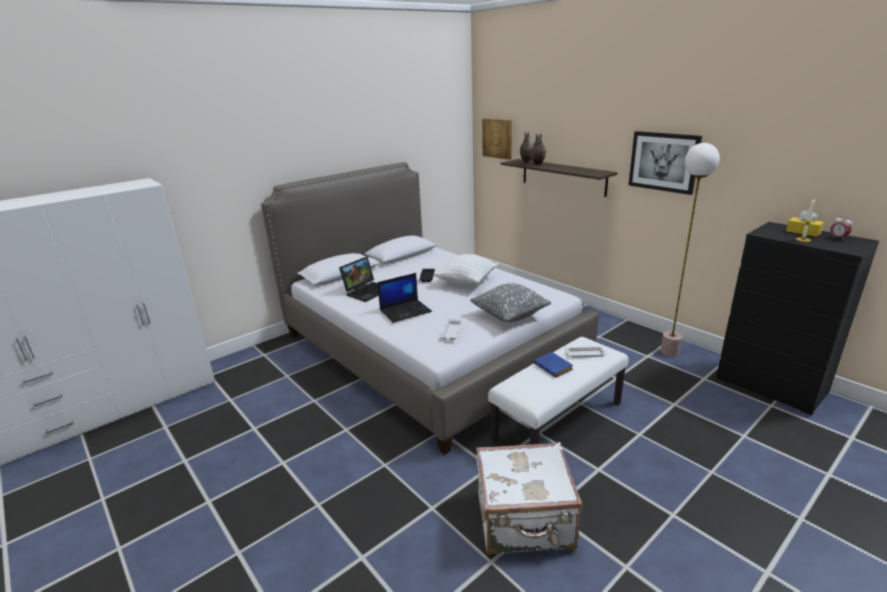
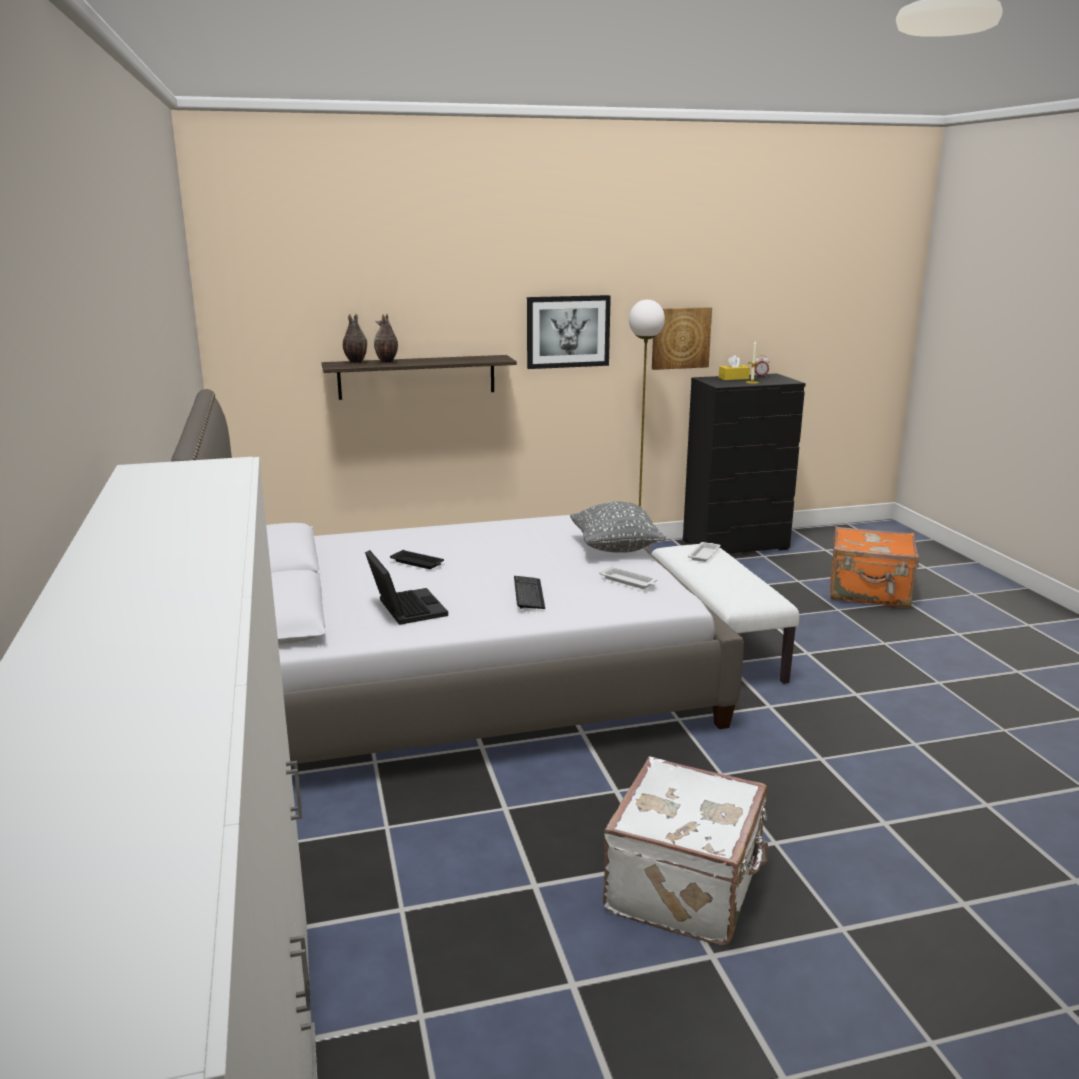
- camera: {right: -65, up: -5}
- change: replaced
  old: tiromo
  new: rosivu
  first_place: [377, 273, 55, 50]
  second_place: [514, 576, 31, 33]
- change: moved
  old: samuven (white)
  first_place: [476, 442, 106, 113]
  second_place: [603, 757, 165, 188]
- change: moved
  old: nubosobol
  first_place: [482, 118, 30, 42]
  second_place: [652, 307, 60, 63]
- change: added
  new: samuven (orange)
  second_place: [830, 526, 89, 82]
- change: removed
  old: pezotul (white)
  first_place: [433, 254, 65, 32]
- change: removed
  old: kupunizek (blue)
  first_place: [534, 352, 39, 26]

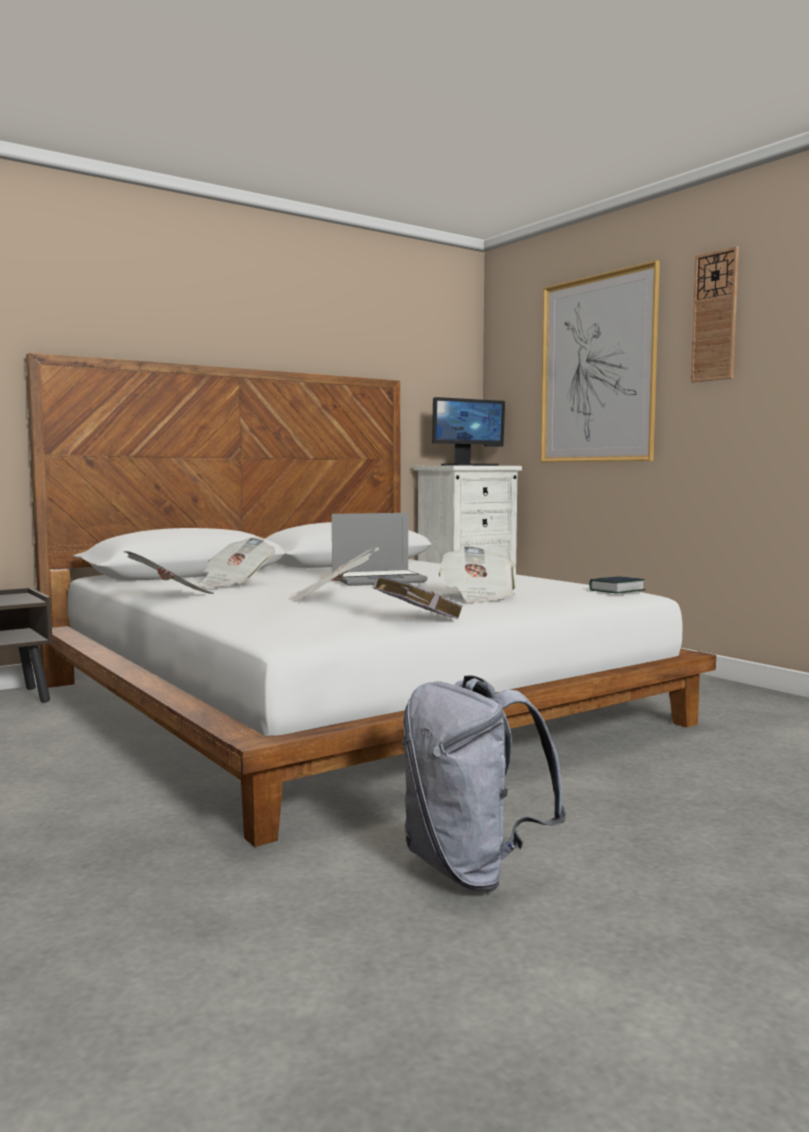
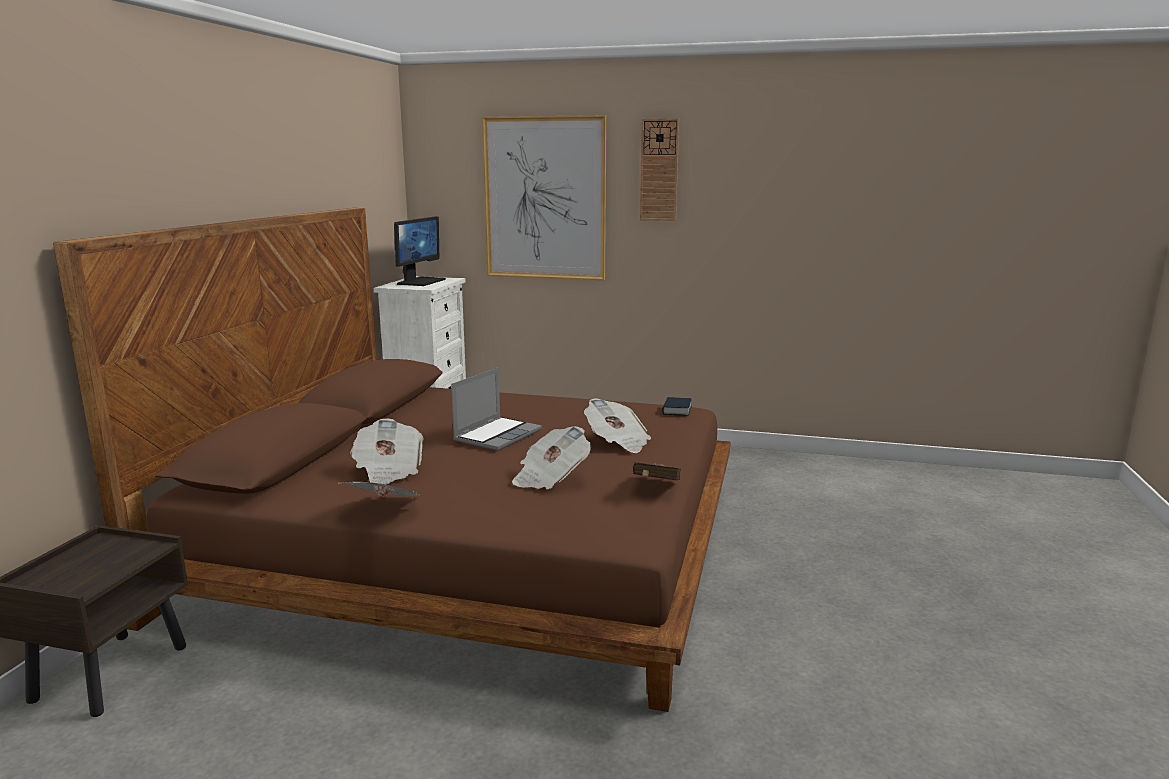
- camera: {right: -40, up: 10}
- change: recoloured
  old: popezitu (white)
  new: popezitu (brown)
  first_place: [26, 353, 690, 494]
  second_place: [53, 207, 678, 505]
- change: recoloured
  old: kupunizek (grey)
  new: kupunizek (red)
  first_place: [373, 576, 90, 43]
  second_place: [633, 462, 48, 18]
- change: removed
  old: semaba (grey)
  first_place: [402, 676, 165, 215]

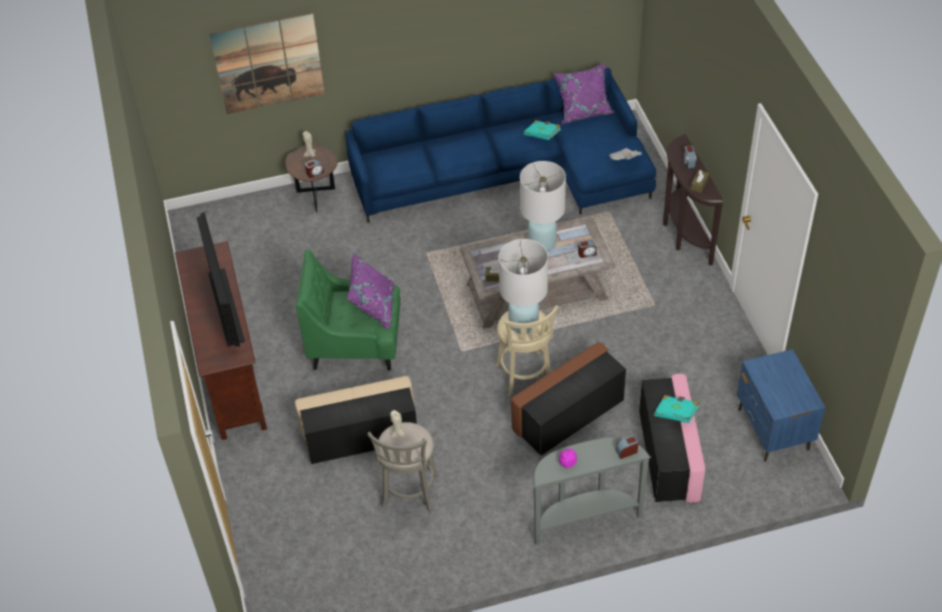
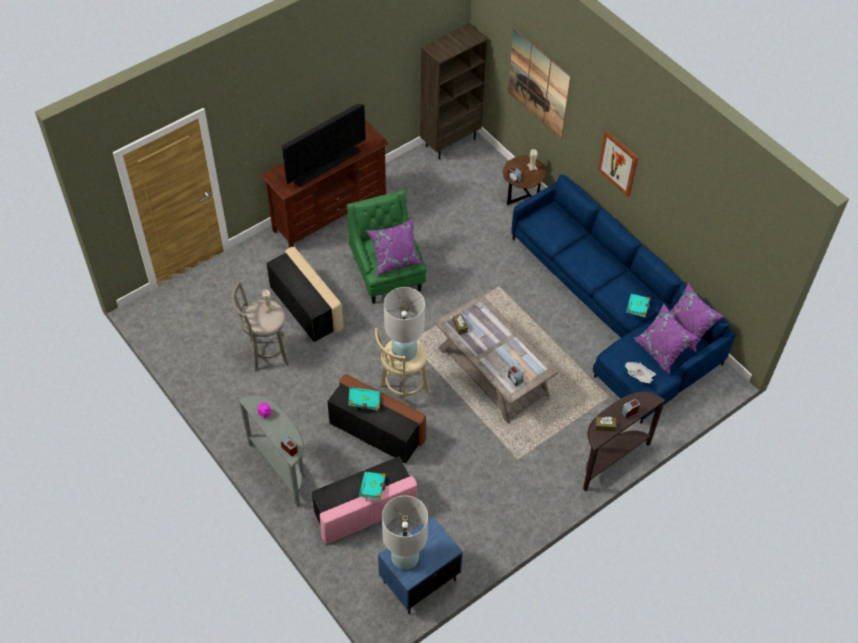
- camera: {right: 65, up: 5}
- change: added
  new: kupunizek (turquoise)
  second_place: [349, 386, 31, 25]
- change: moved
  old: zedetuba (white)
  first_place: [520, 161, 46, 90]
  second_place: [382, 496, 46, 74]
- change: added
  new: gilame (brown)
  second_place: [420, 23, 68, 136]
- change: added
  new: nubosobol
  second_place: [598, 131, 40, 66]
- change: added
  new: pezotul (purple)
  second_place: [634, 303, 65, 71]

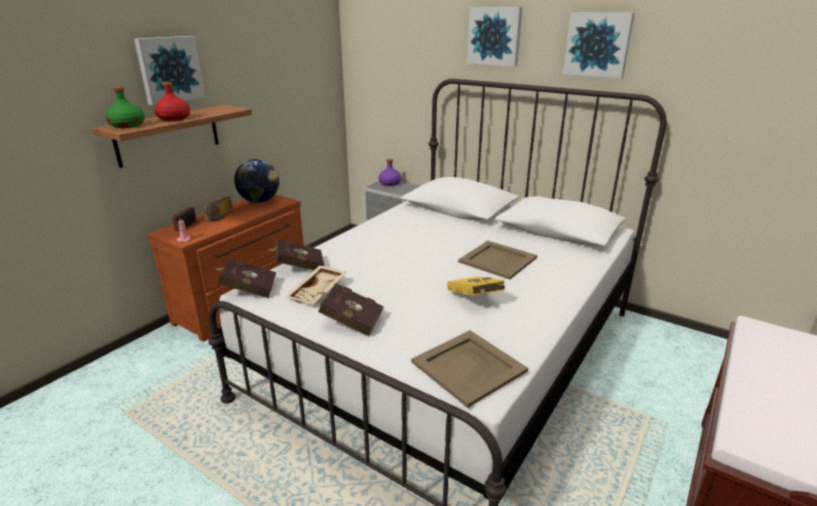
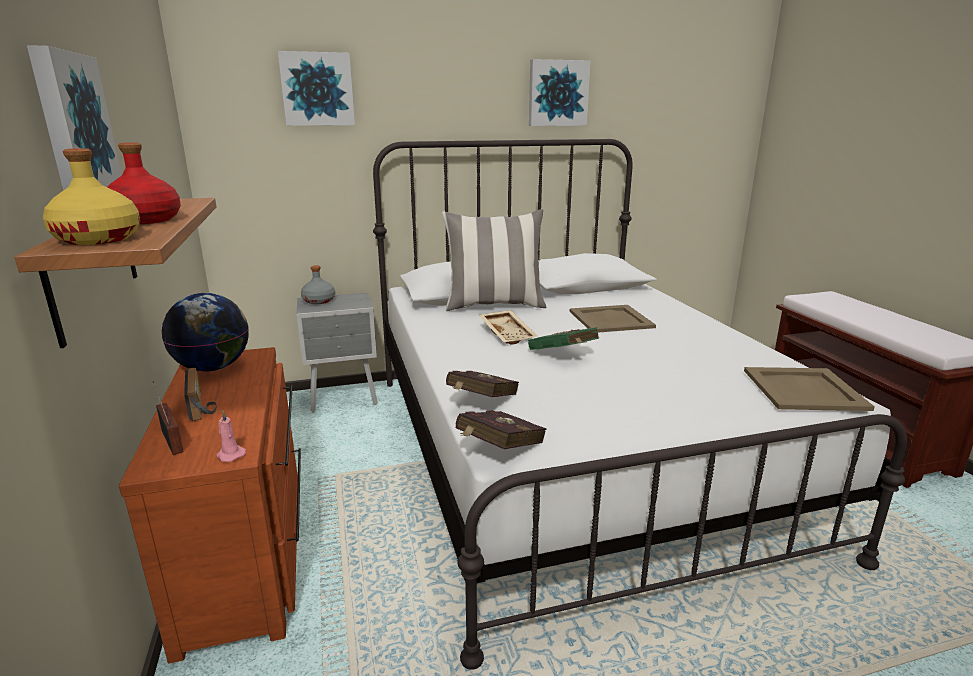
- camera: {right: -50, up: -5}
- change: recoloured
  old: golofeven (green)
  new: golofeven (yellow)
  first_place: [105, 86, 40, 42]
  second_place: [43, 148, 97, 97]
- change: moved
  old: nubosobol
  first_place: [467, 7, 55, 60]
  second_place: [278, 51, 77, 75]
- change: recoloured
  old: golofeven (purple)
  new: golofeven (grey)
  first_place: [379, 159, 22, 27]
  second_place: [301, 265, 34, 39]
- change: added
  new: pezotul
  second_place: [442, 209, 104, 102]
- change: moved
  old: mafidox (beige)
  first_place: [285, 265, 61, 39]
  second_place: [479, 310, 59, 35]
- change: added
  new: kupunizek (green)
  second_place: [528, 327, 71, 23]
- change: removed
  old: kupunizek (red)
  first_place: [318, 283, 66, 53]
- change: removed
  old: kupunizek (yellow)
  first_place: [447, 276, 58, 19]

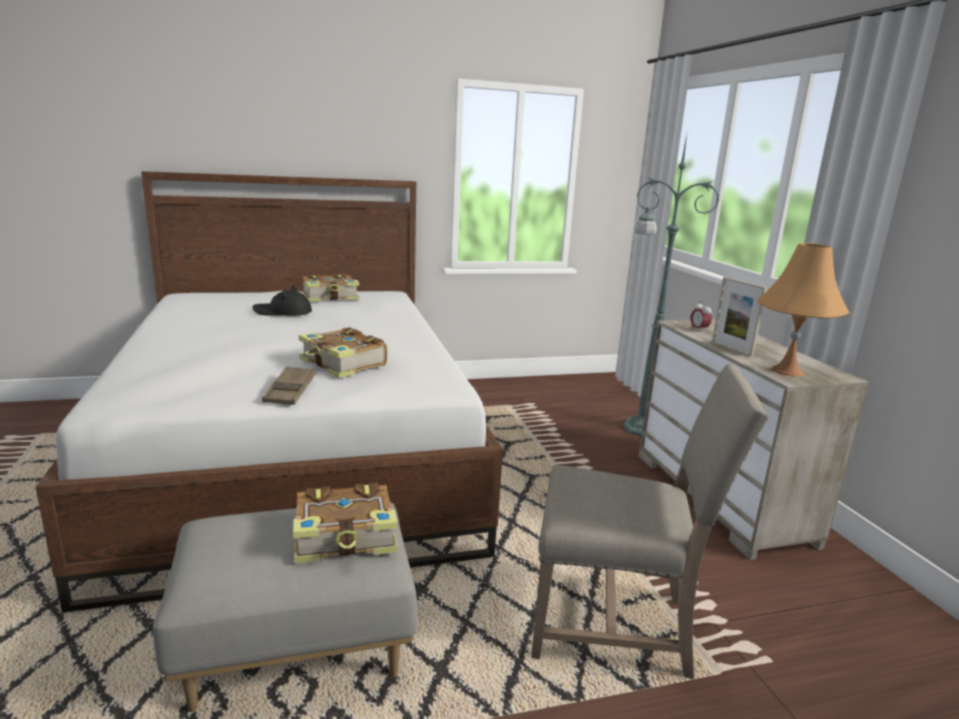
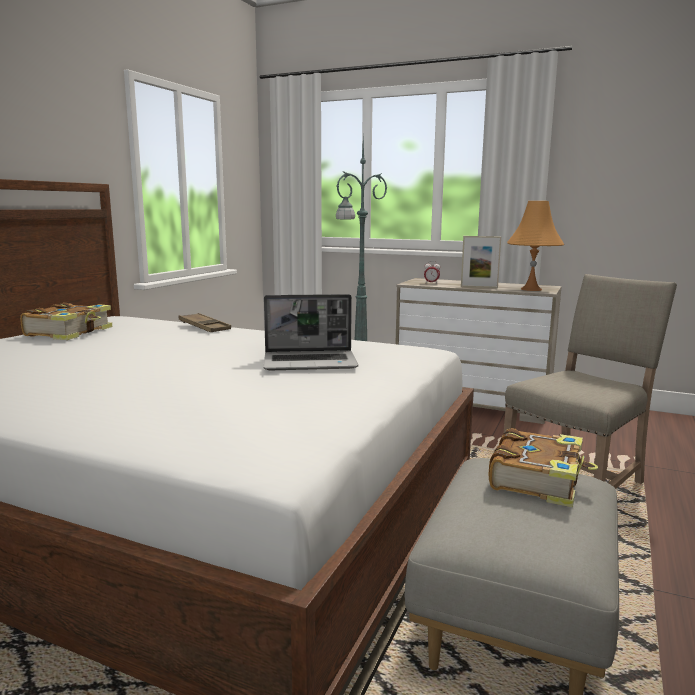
- camera: {right: -50, up: -5}
- change: moved
  old: mafidox (brown)
  first_place: [262, 366, 54, 39]
  second_place: [179, 313, 52, 19]
- change: replaced
  old: kupunizek
  new: tiromo
  first_place: [299, 327, 88, 51]
  second_place: [264, 294, 94, 76]
- change: removed
  old: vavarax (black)
  first_place: [252, 285, 60, 31]

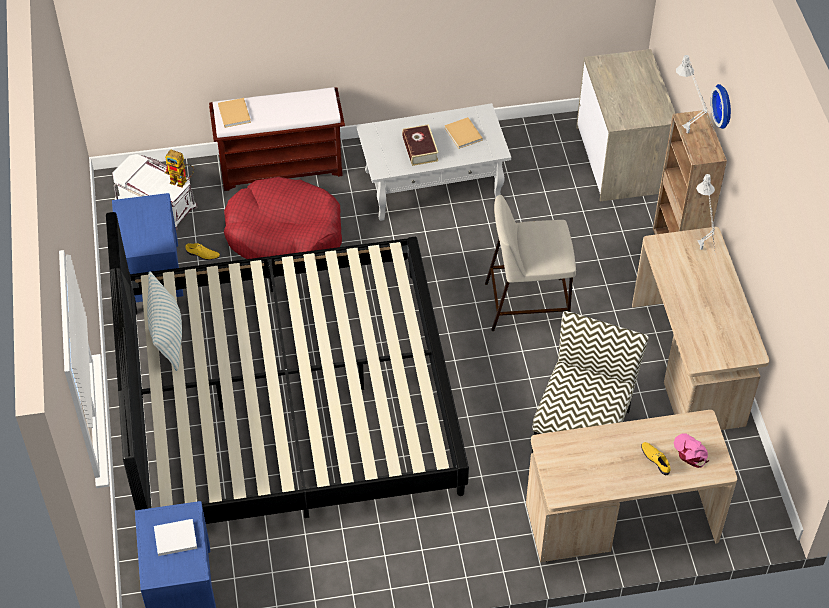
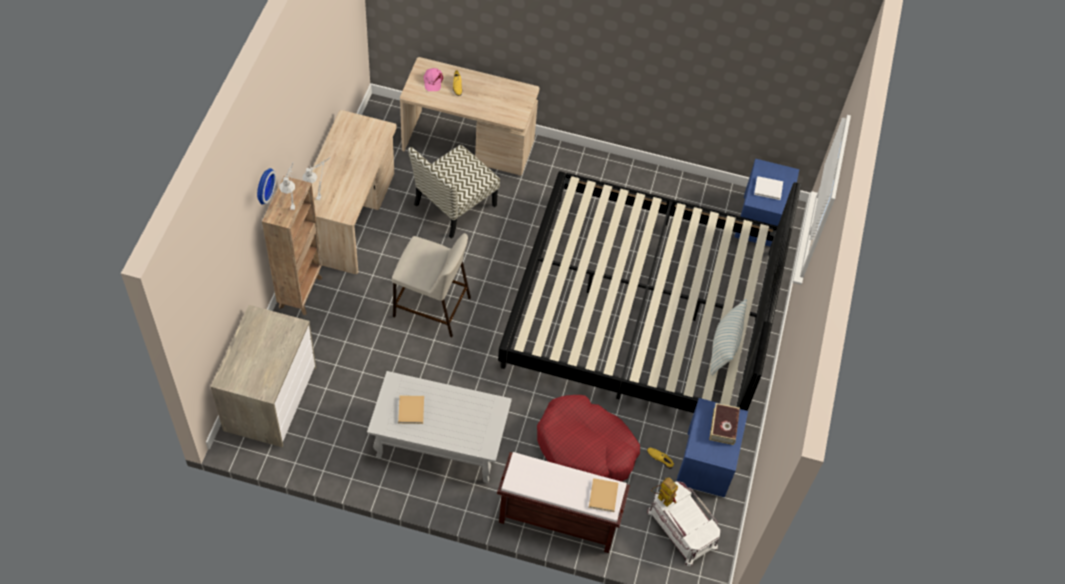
- camera: {right: -160, up: 5}
- change: moved
  old: kupunizek
  first_place: [402, 124, 37, 42]
  second_place: [709, 403, 31, 42]

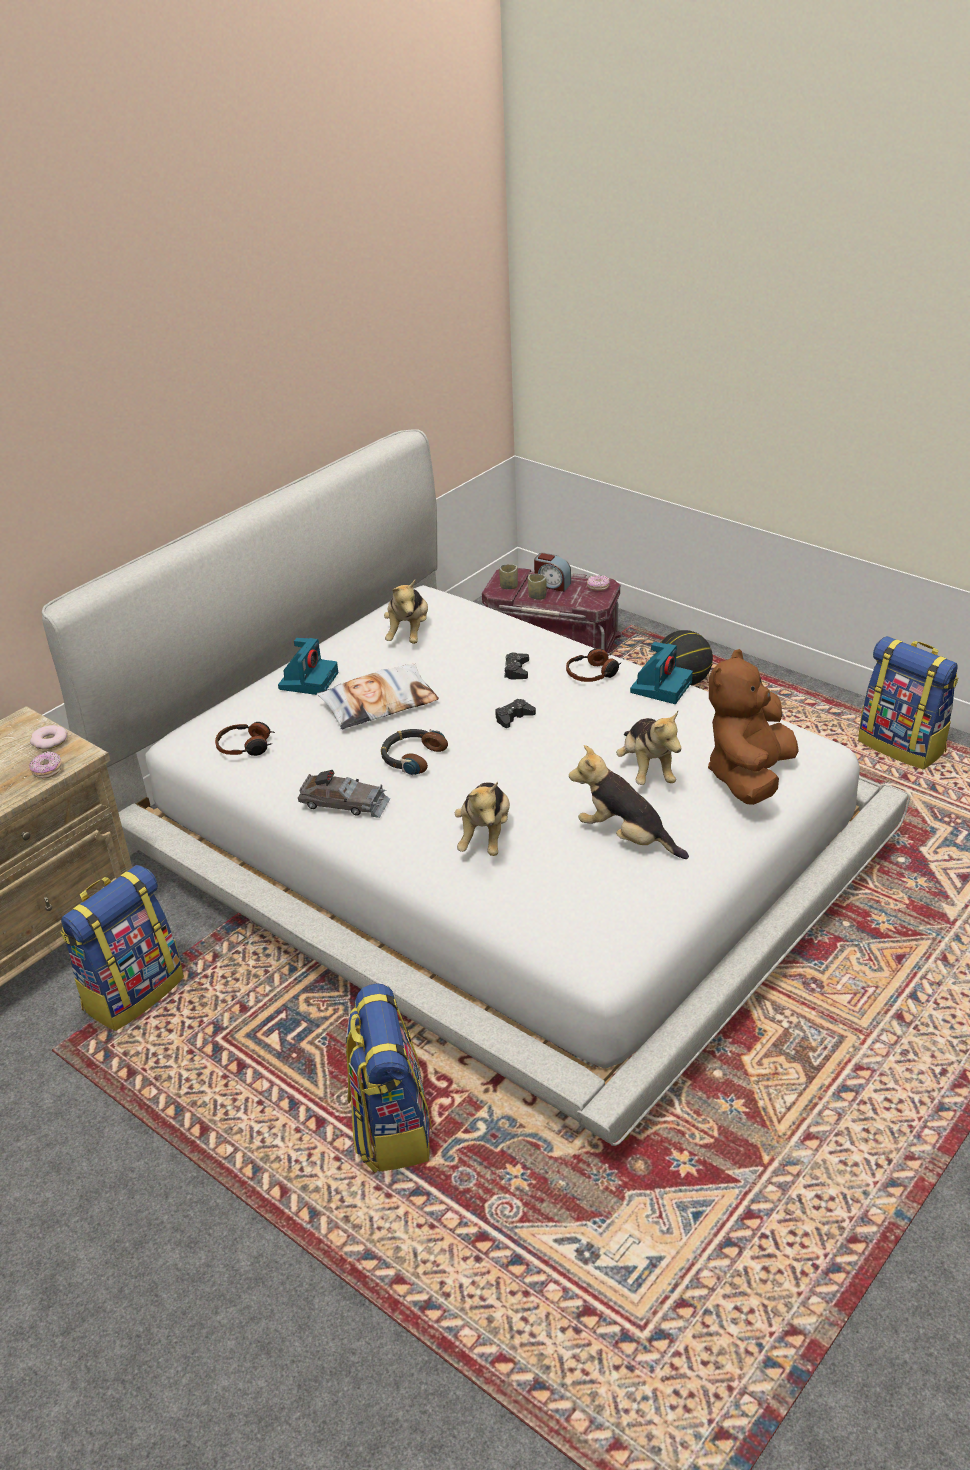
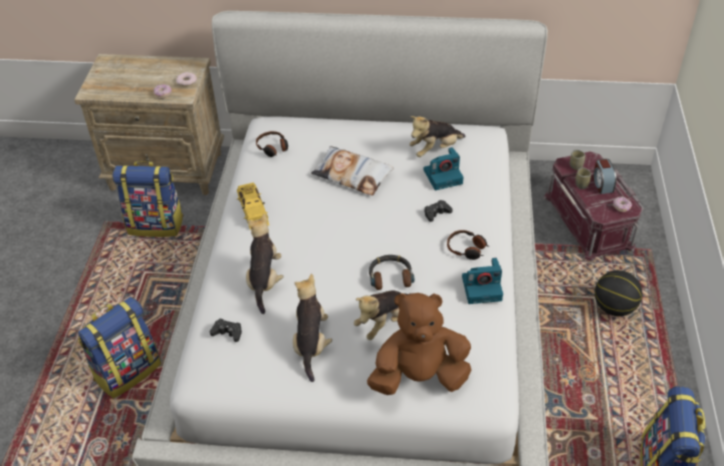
- camera: {right: 55, up: 10}
- change: moved
  old: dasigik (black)
  first_place: [495, 699, 41, 29]
  second_place: [210, 319, 32, 23]
- change: recoloured
  old: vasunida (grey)
  new: vasunida (yellow)
  first_place: [298, 770, 92, 48]
  second_place: [237, 182, 32, 48]
- change: turned
  old: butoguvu
  first_place: [455, 781, 55, 75]
  second_place: [246, 213, 38, 101]
  degrees: 120
- change: moved
  old: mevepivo
  first_place: [381, 729, 67, 46]
  second_place: [369, 255, 45, 35]
- change: moved
  old: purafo
  first_place: [278, 638, 60, 57]
  second_place: [424, 147, 39, 43]

